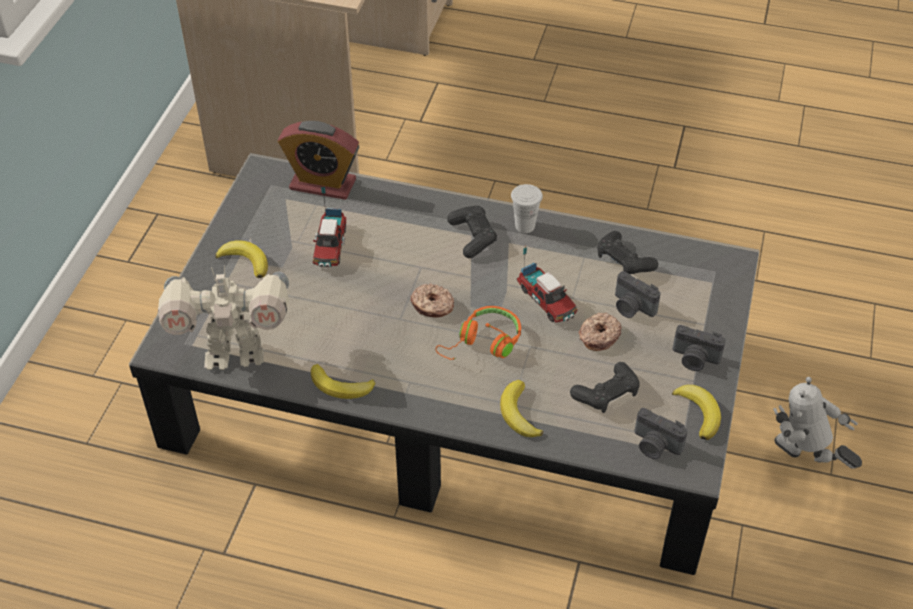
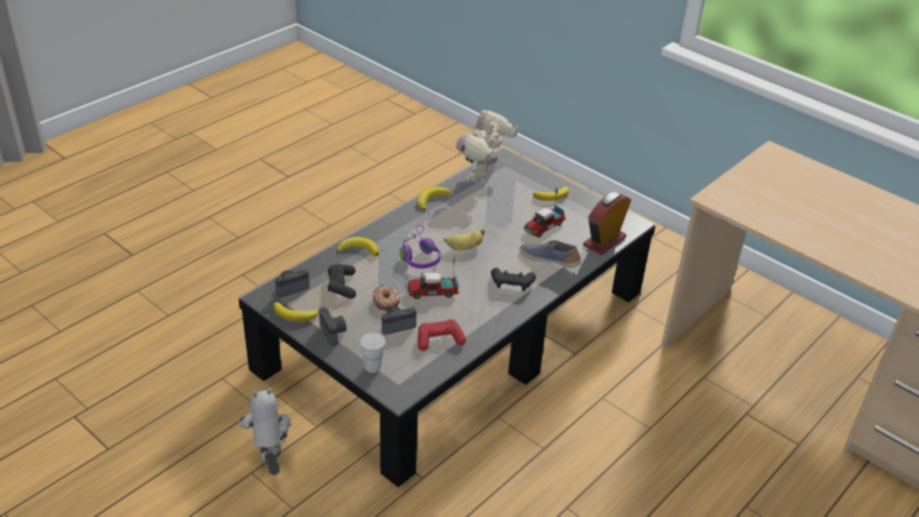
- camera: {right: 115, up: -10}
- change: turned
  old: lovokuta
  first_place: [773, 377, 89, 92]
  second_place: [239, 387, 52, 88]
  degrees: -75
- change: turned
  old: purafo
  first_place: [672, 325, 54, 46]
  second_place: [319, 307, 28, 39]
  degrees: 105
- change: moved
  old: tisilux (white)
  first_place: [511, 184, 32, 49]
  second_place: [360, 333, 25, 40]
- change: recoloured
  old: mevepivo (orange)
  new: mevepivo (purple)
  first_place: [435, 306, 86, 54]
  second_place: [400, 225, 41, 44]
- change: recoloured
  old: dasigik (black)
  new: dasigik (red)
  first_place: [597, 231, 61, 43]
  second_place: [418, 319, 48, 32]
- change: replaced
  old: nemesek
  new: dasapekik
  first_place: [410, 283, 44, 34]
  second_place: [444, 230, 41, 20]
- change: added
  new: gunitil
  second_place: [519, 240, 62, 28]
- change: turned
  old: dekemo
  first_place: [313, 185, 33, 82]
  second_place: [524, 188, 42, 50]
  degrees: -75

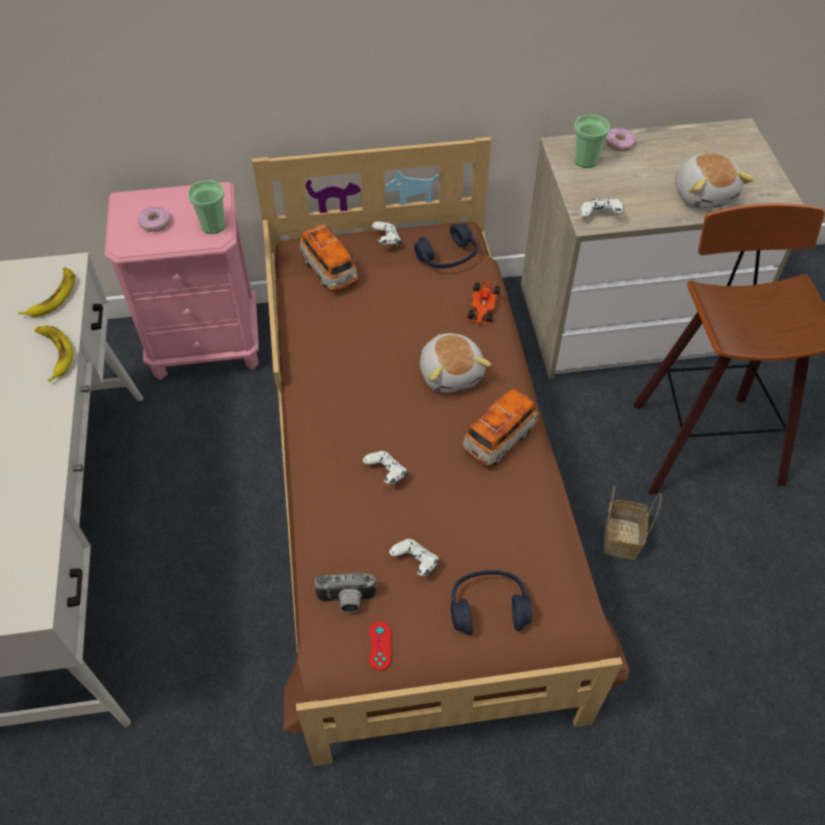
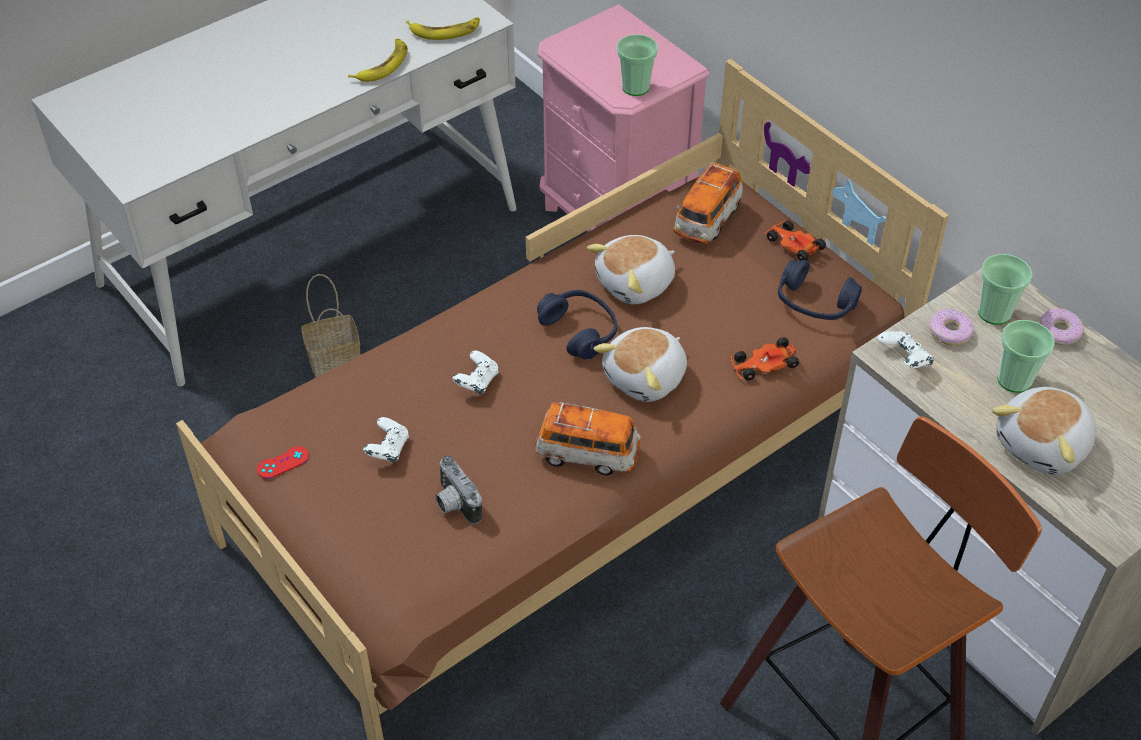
- camera: {right: 60, up: -5}
- change: moved
  old: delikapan
  first_place: [604, 486, 57, 74]
  second_place: [301, 274, 59, 103]
- change: moved
  old: purafo
  first_place: [314, 572, 62, 40]
  second_place: [435, 455, 47, 69]
- change: moved
  old: mevepivo (blue)
  first_place: [451, 570, 81, 65]
  second_place: [537, 290, 80, 69]
- change: added
  new: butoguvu
  second_place: [587, 235, 88, 69]
- change: replaced
  old: dasigik (white)
  new: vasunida
  first_place: [372, 222, 29, 24]
  second_place: [764, 220, 62, 41]
- change: moved
  old: nemesek
  first_place: [138, 206, 32, 26]
  second_place: [929, 308, 45, 38]
- change: added
  new: tisilux
  second_place: [997, 320, 58, 73]

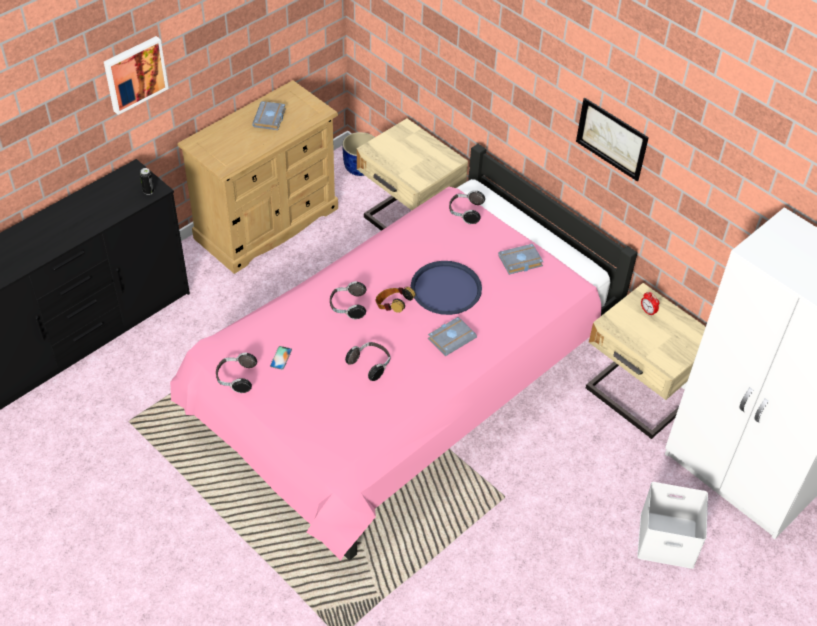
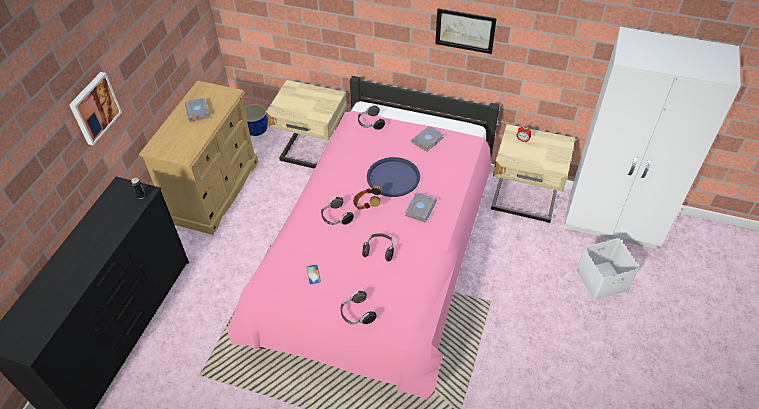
- camera: {right: -25, up: 0}
- change: moved
  old: mevepivo
  first_place: [216, 353, 41, 40]
  second_place: [341, 291, 36, 33]

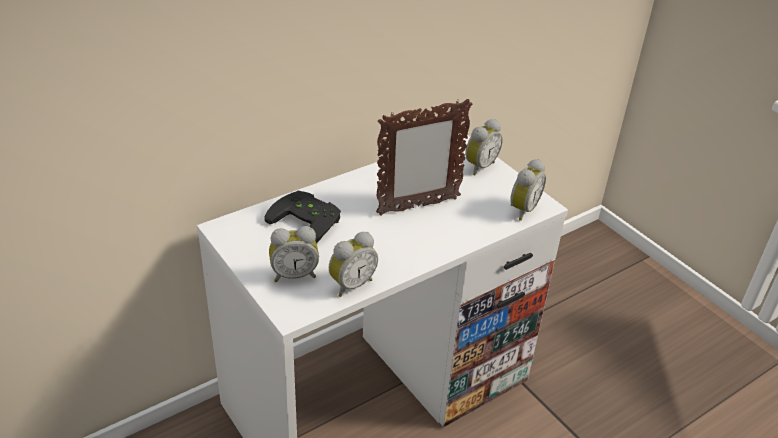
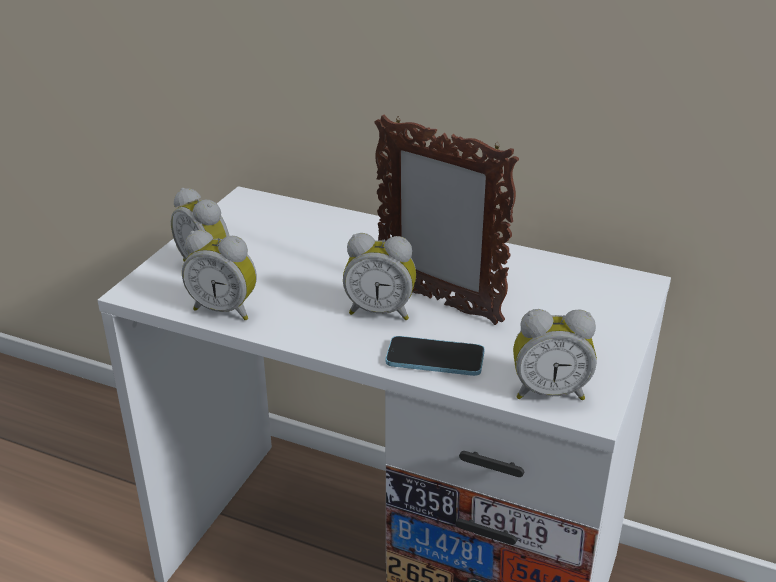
- camera: {right: 60, up: -5}
- change: moved
  old: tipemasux
  first_place: [465, 119, 38, 57]
  second_place: [343, 233, 73, 87]
- change: added
  new: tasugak
  second_place: [386, 336, 99, 40]
- change: removed
  old: dasigik (black)
  first_place: [265, 191, 76, 52]

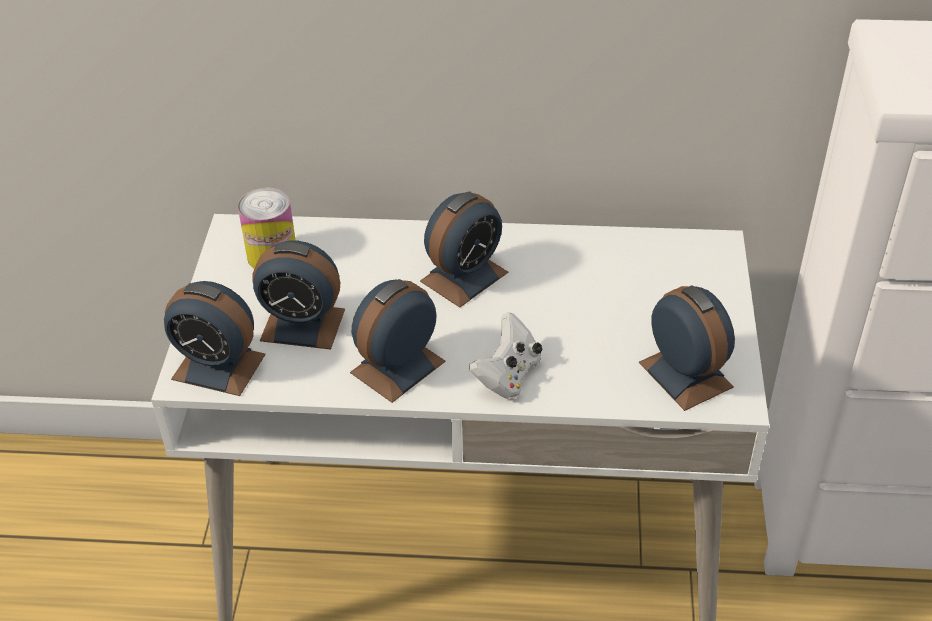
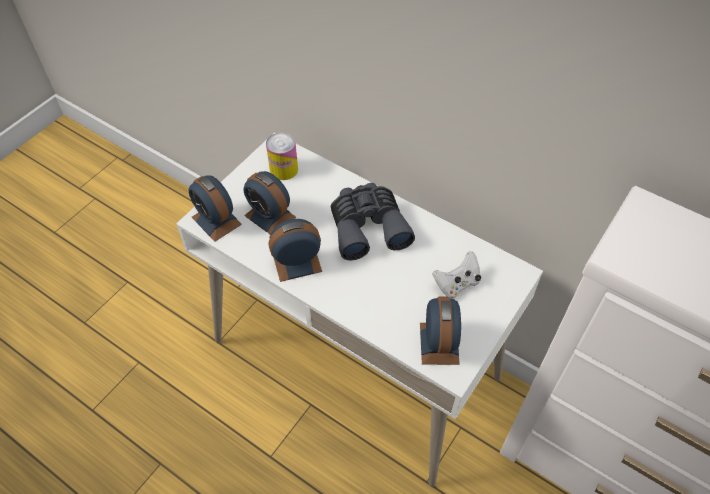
- camera: {right: 30, up: 10}
- change: replaced
  old: tipemasux
  new: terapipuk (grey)
  first_place: [420, 191, 88, 116]
  second_place: [331, 183, 84, 78]
- change: moved
  old: dasigik (white)
  first_place: [469, 312, 73, 87]
  second_place: [432, 251, 49, 48]

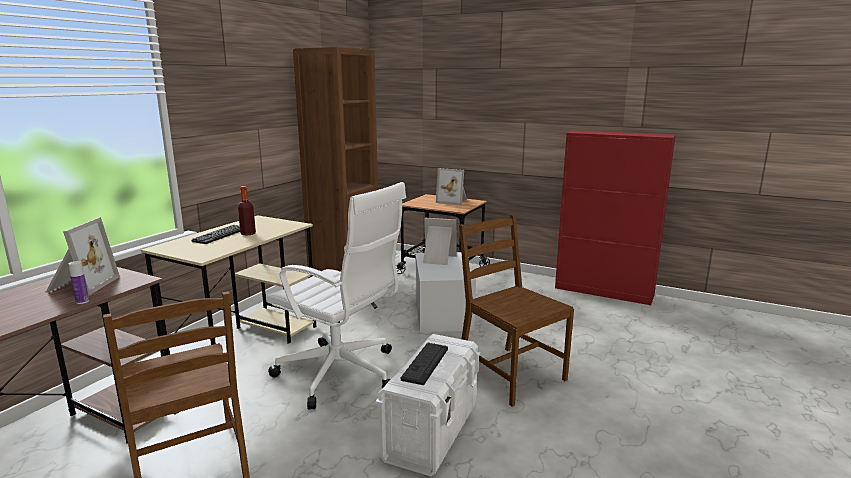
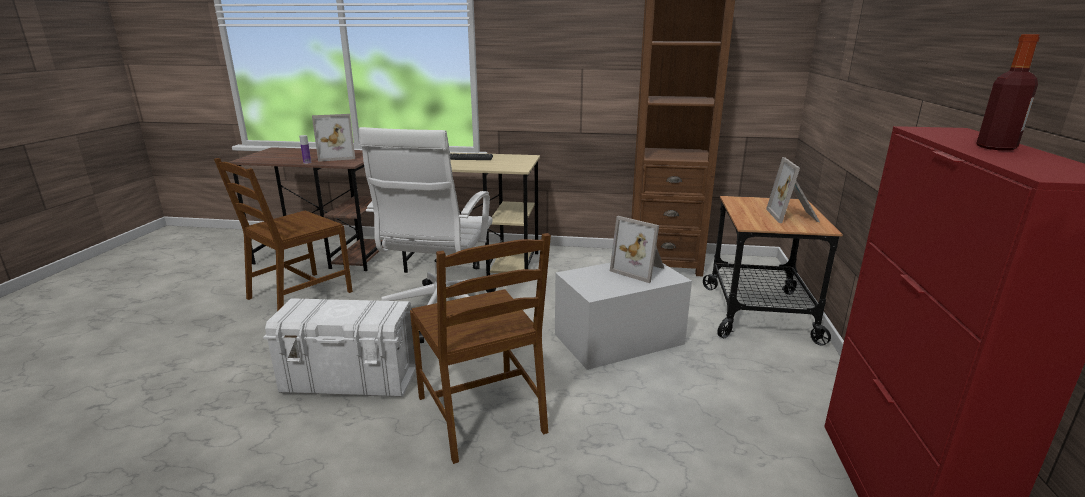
- camera: {right: 70, up: 5}
- change: turned
  old: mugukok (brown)
  first_place: [459, 214, 115, 193]
  second_place: [410, 233, 141, 231]
  degrees: 120
- change: turned
  old: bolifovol
  first_place: [423, 218, 34, 47]
  second_place: [610, 216, 54, 67]
  degrees: 135
- change: moved
  old: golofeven
  first_place: [238, 186, 18, 50]
  second_place: [976, 34, 64, 117]
- change: removed
  old: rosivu
  first_place: [401, 343, 47, 42]

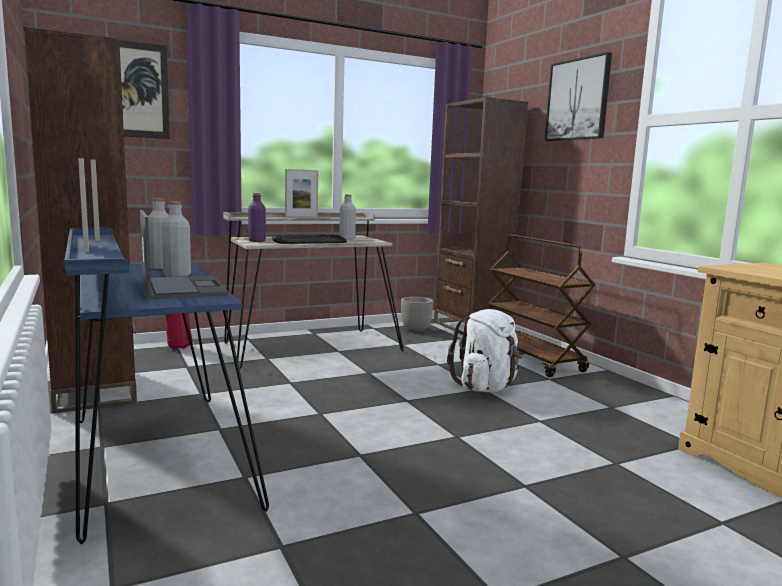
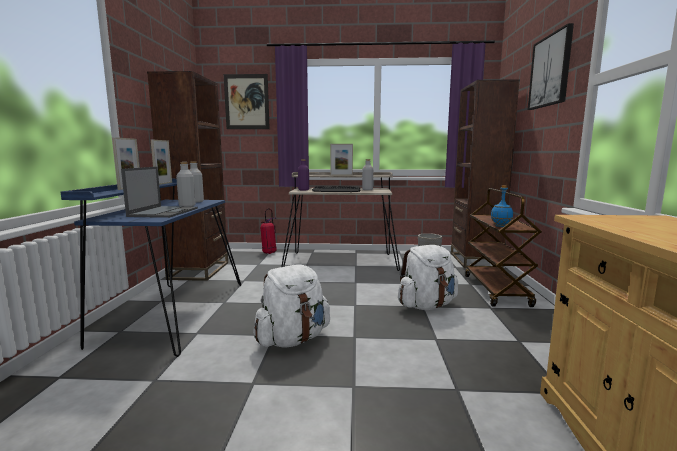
- camera: {right: 30, up: 0}
- change: added
  new: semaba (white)
  second_place: [253, 264, 77, 83]
- change: added
  new: golofeven (blue)
  second_place: [491, 185, 22, 42]

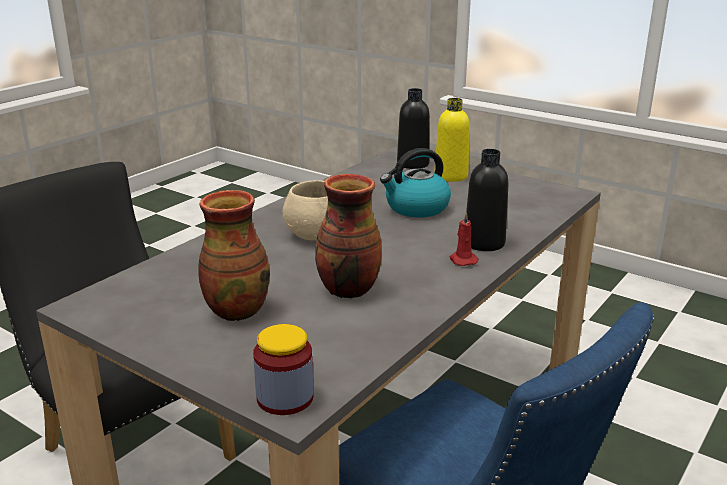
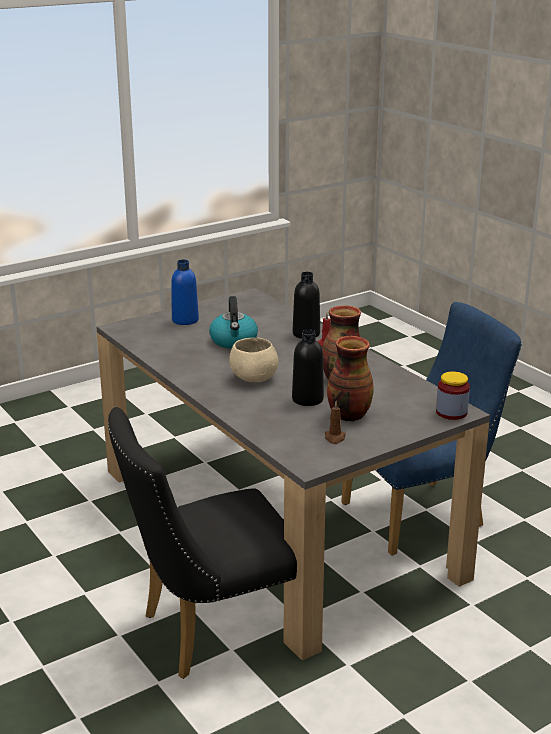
- camera: {right: -70, up: 0}
- change: recoloured
  old: golofeven (yellow)
  new: golofeven (blue)
  first_place: [434, 98, 36, 84]
  second_place: [171, 260, 28, 65]
- change: moved
  old: golofeven (black)
  first_place: [397, 88, 33, 81]
  second_place: [292, 329, 32, 77]
- change: added
  new: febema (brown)
  second_place: [325, 401, 21, 43]

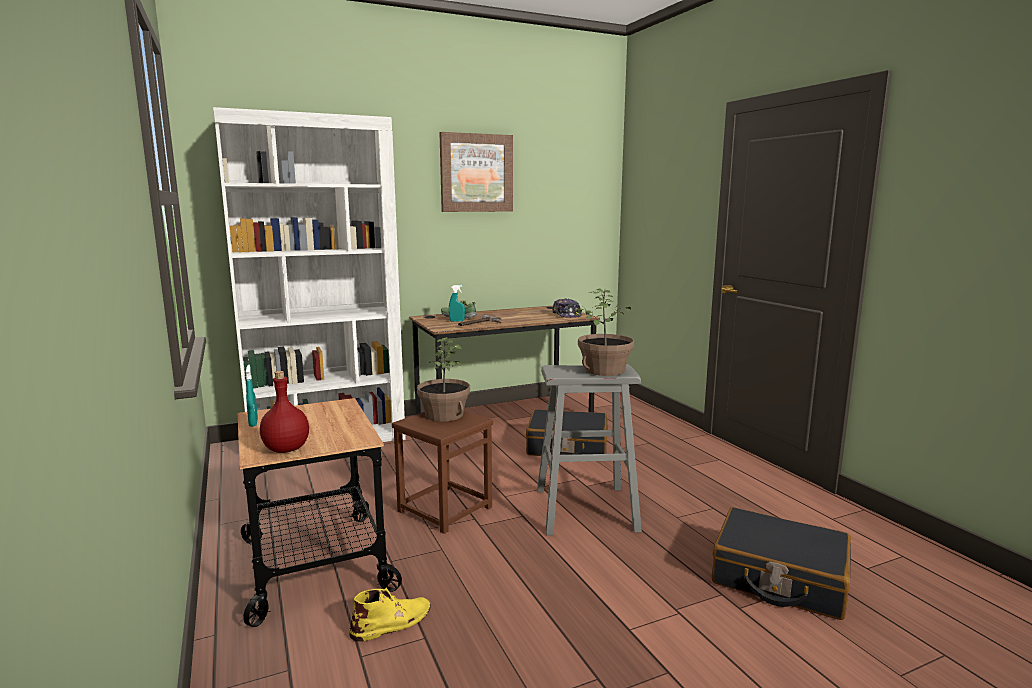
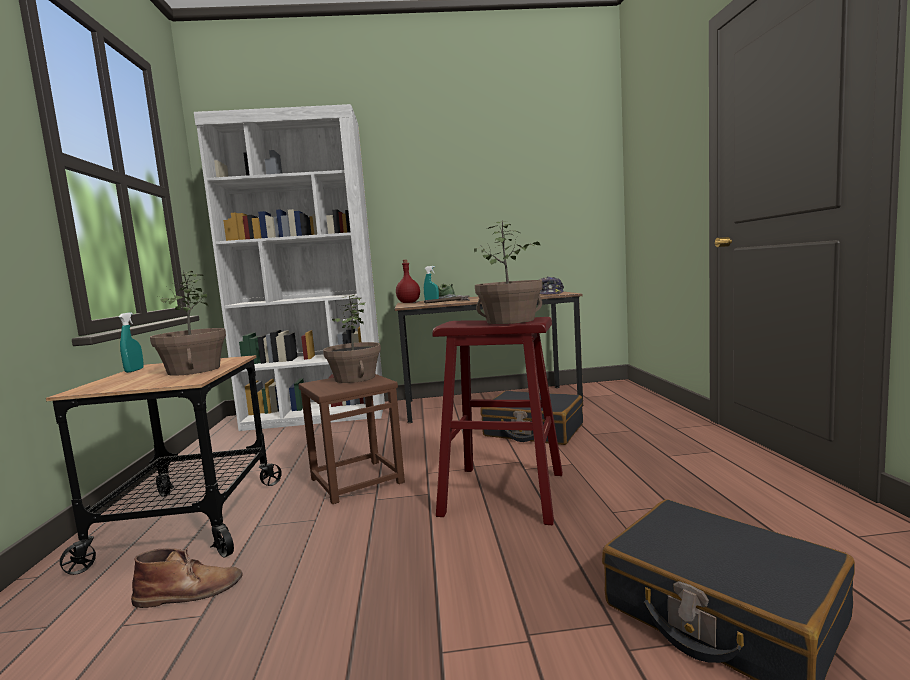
- camera: {right: 20, up: -5}
- change: recoloured
  old: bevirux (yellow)
  new: bevirux (brown)
  first_place: [349, 588, 82, 53]
  second_place: [131, 548, 111, 60]
- change: added
  new: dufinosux
  second_place: [150, 270, 76, 106]
- change: moved
  old: golofeven (red)
  first_place: [260, 371, 49, 82]
  second_place: [396, 260, 24, 43]
- change: recoloured
  old: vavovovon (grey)
  new: vavovovon (red)
  first_place: [537, 364, 105, 171]
  second_place: [432, 317, 131, 208]
- change: removed
  old: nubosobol
  first_place: [439, 132, 74, 80]

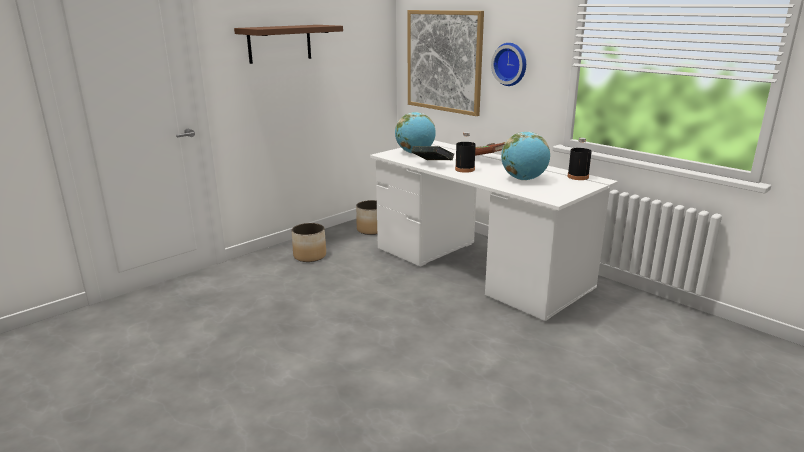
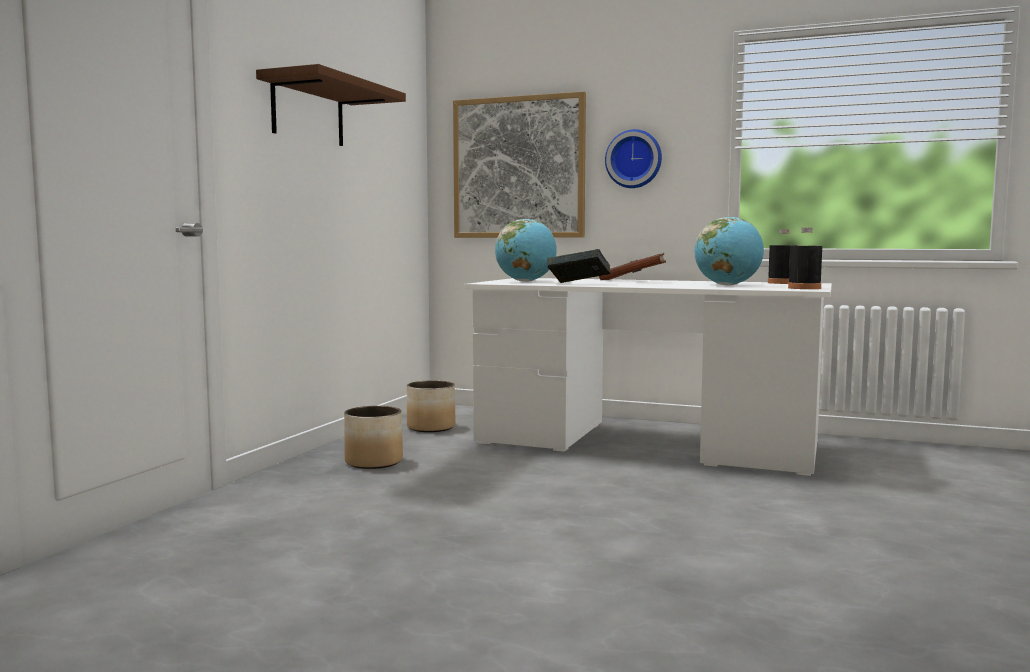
- camera: {right: -25, up: -15}
- change: moved
  old: golofeven (black)
  first_place: [455, 132, 21, 41]
  second_place: [788, 228, 34, 61]

